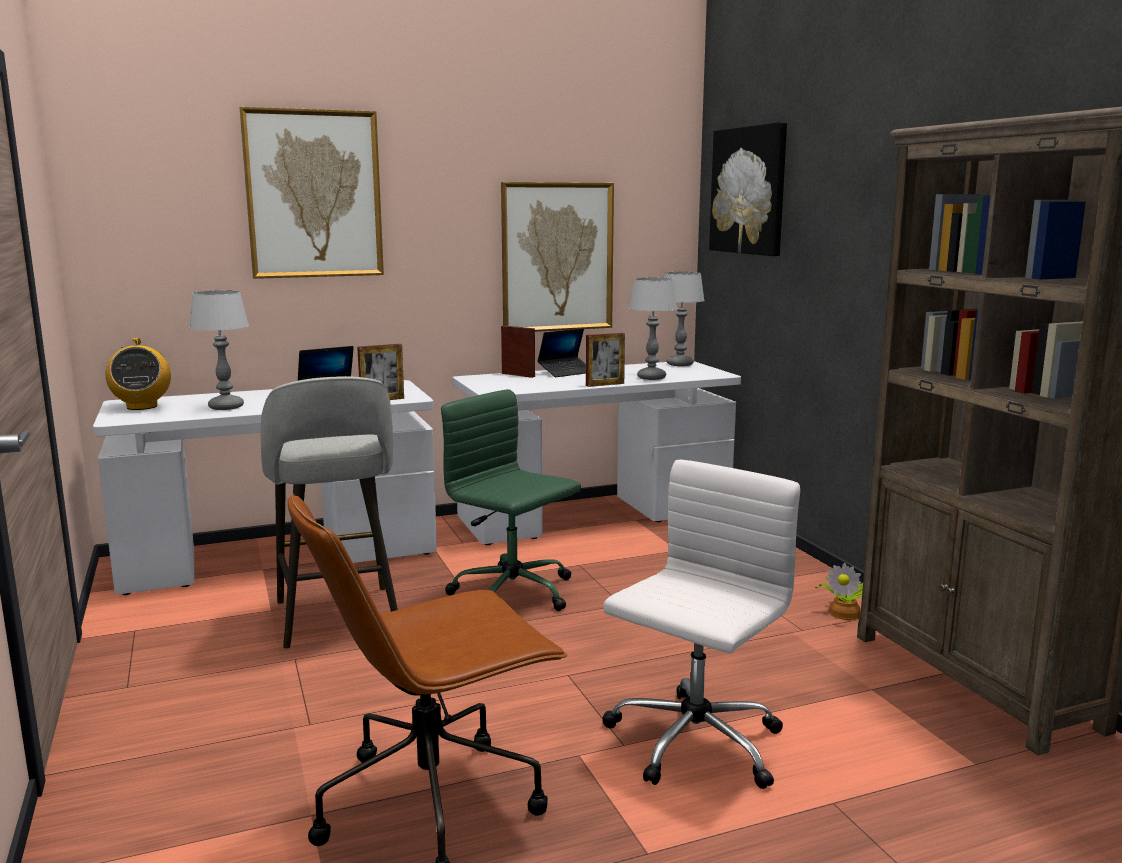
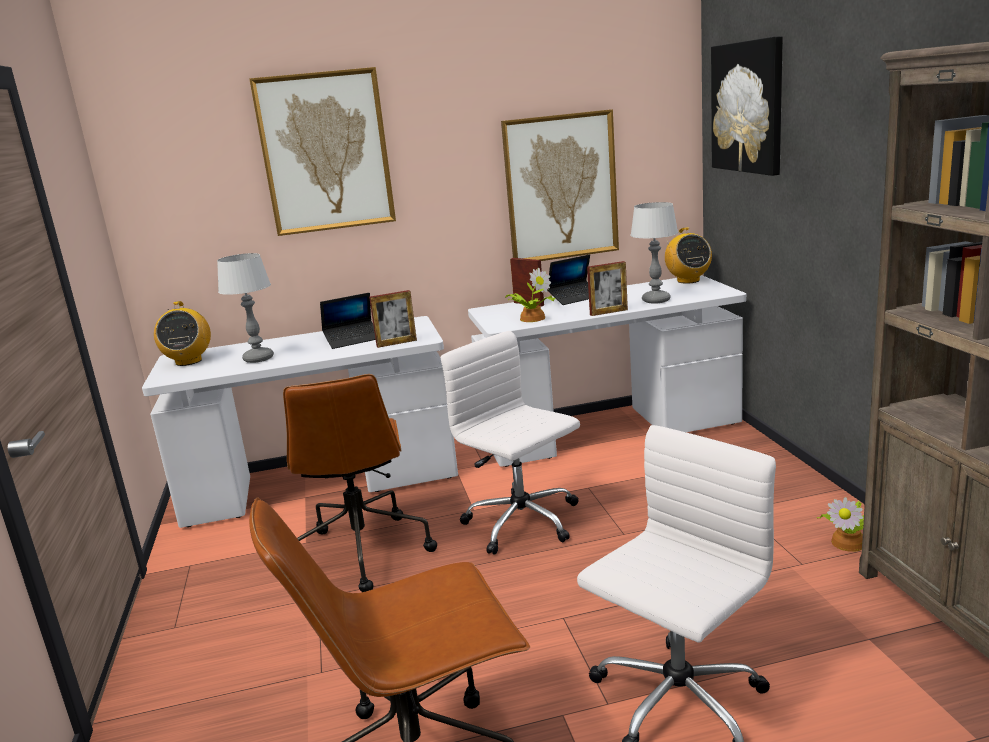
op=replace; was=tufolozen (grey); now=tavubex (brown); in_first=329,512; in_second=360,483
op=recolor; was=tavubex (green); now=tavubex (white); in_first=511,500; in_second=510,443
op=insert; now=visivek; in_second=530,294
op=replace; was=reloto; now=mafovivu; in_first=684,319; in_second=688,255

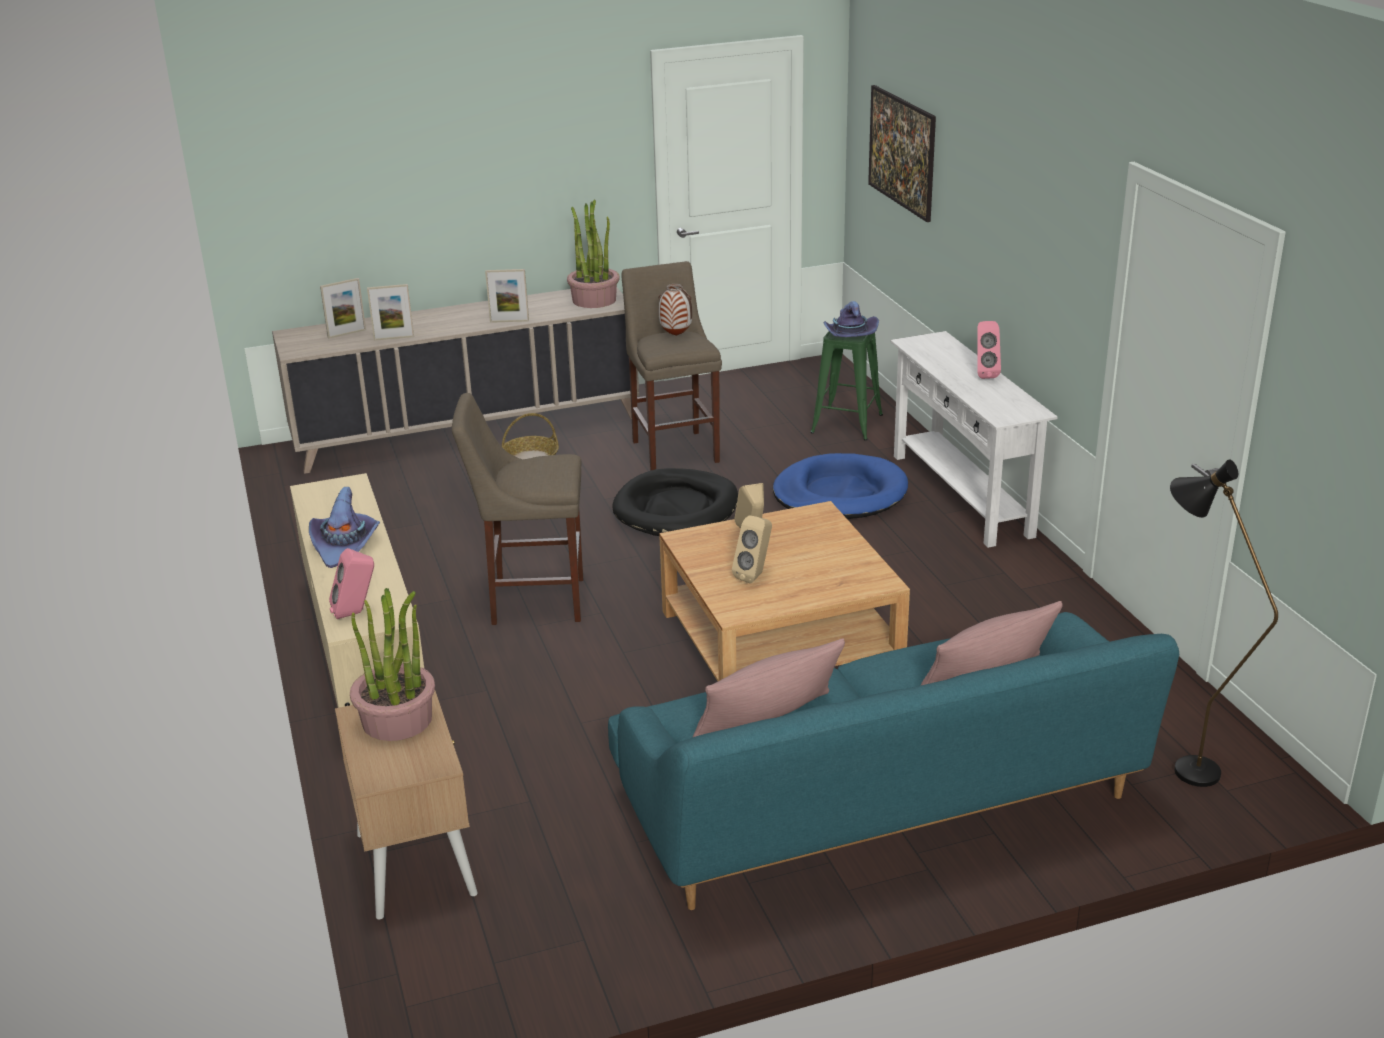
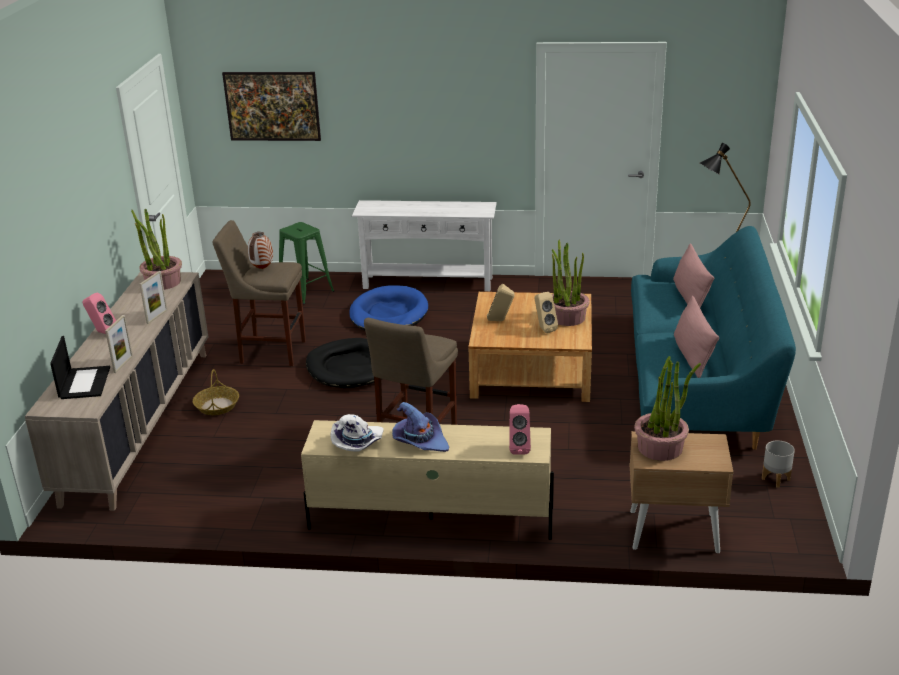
op=replace; was=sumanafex; now=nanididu; in_first=343,308; in_second=80,367
op=move; was=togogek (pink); in_first=989,350; in_second=99,313
op=insert; now=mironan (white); in_second=357,433
op=insert; now=visivek; in_second=570,283
op=insert; now=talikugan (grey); in_second=778,464
op=delete; was=mironan (purple); in_first=851,319

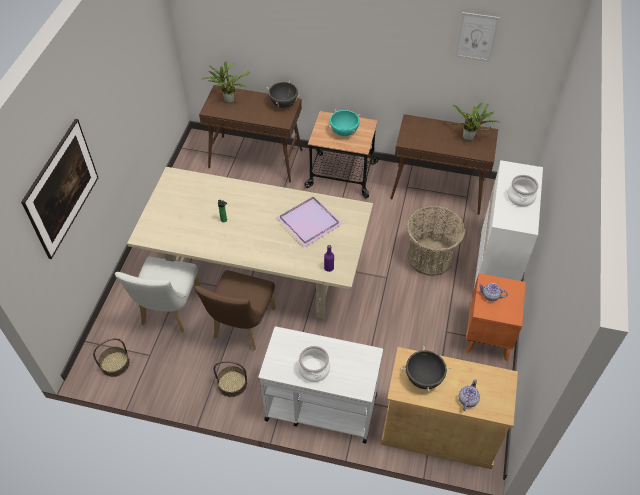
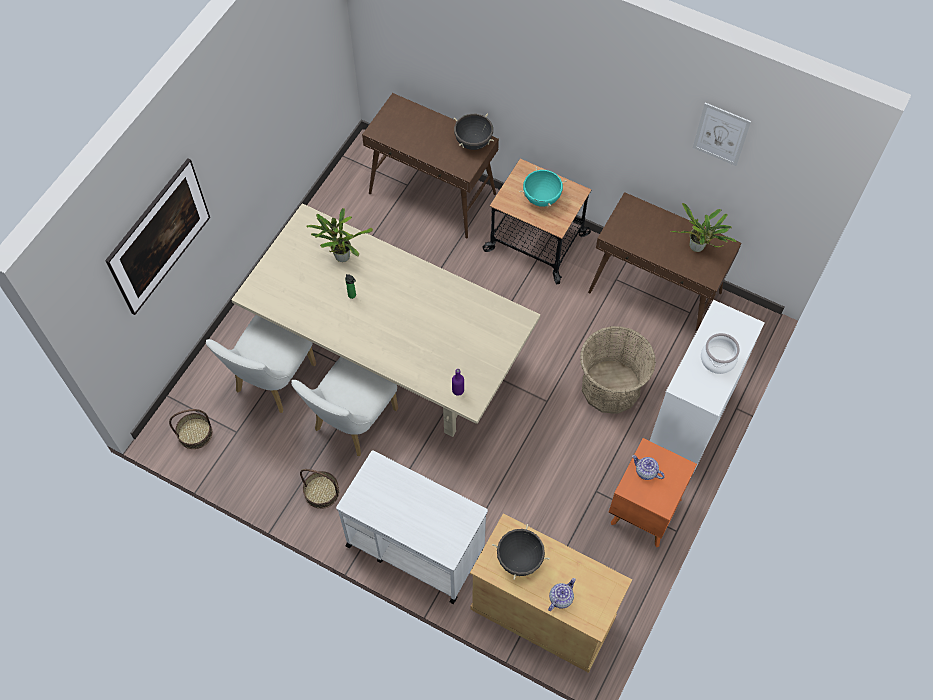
op=recolor; was=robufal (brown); now=robufal (white); in_first=235,310; in_second=344,406
op=move; was=visivek; in_first=225,82; in_second=339,235
op=delete; was=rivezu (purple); in_first=309,221
op=delete; was=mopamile; in_first=314,364

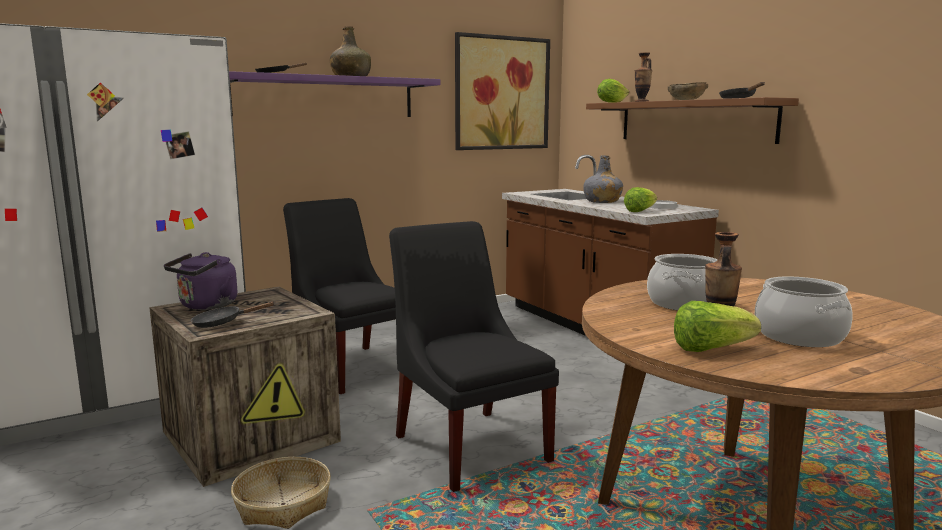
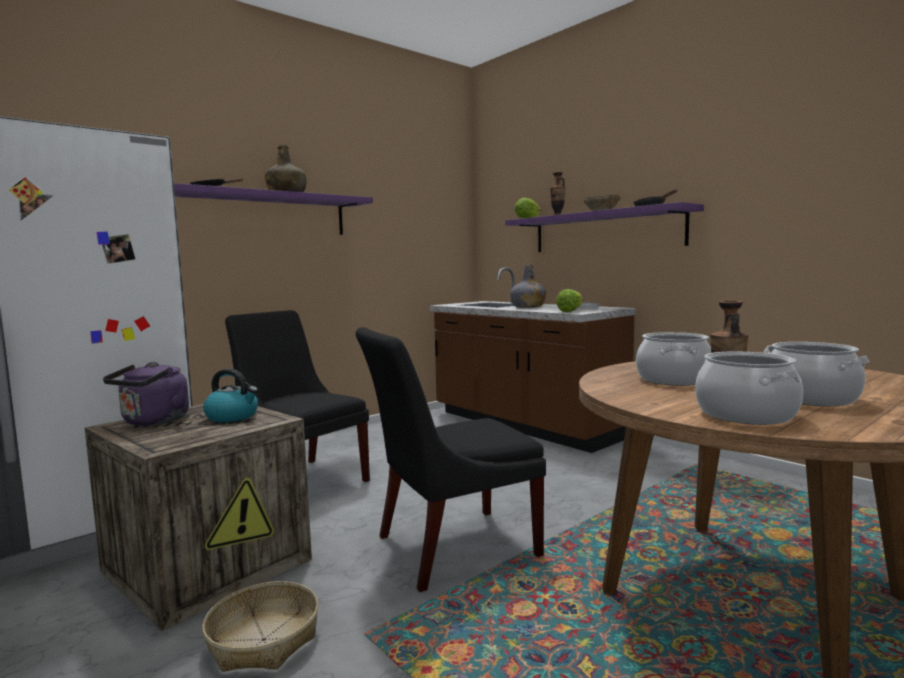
op=insert; now=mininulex; in_second=230,395
op=rotate; was=robufal (black); in_first=474,356; in_second=451,459; clockwise=-75
op=recolor; was=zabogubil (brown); now=zabogubil (purple); in_first=692,120; in_second=604,227
op=replace; was=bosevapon; now=mopamile; in_first=717,326; in_second=749,388
op=delete; was=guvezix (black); in_first=232,315
op=delete; was=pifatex; in_first=502,91

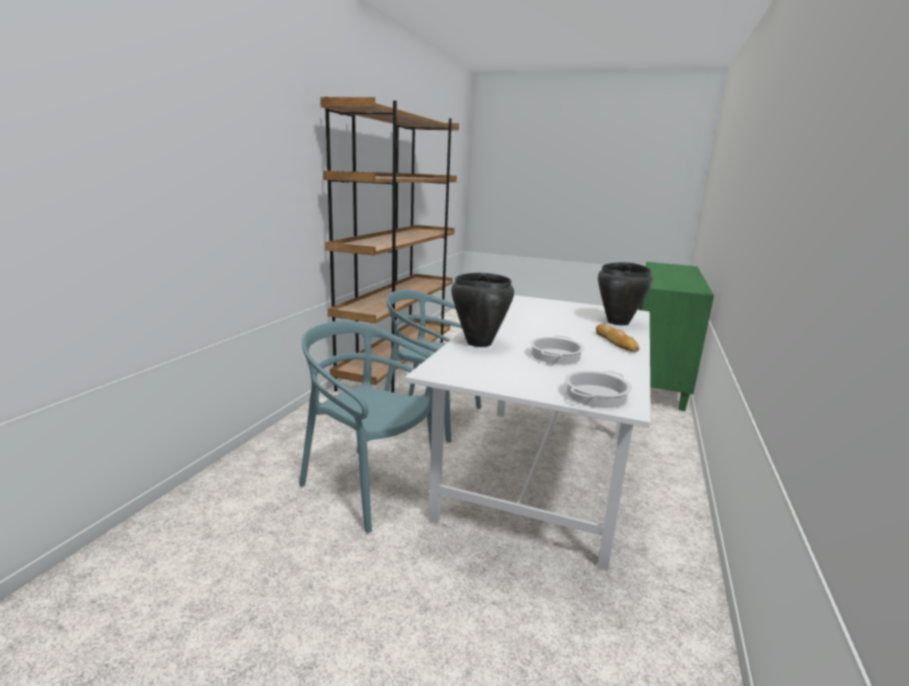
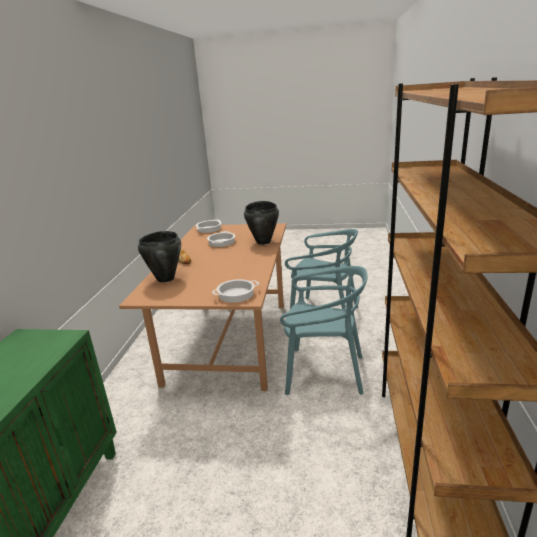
op=recolor; was=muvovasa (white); now=muvovasa (brown); in_first=527,433; in_second=202,307
op=insert; now=mopamile; in_second=235,291

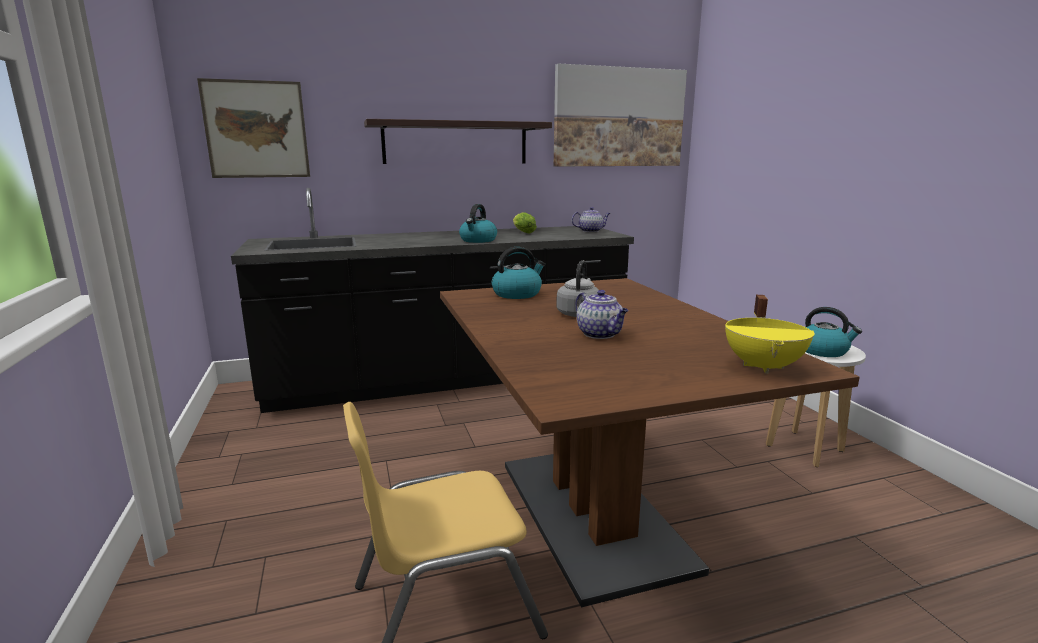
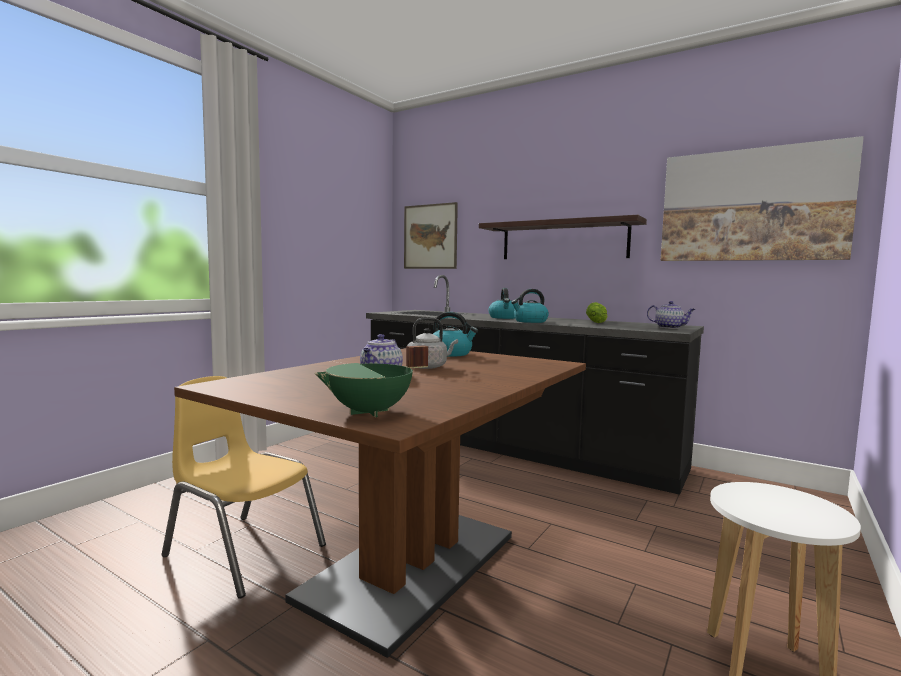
op=recolor; was=mopamile (yellow); now=mopamile (green); in_first=770,334; in_second=371,381
op=move; was=mininulex; in_first=833,332; in_second=501,303

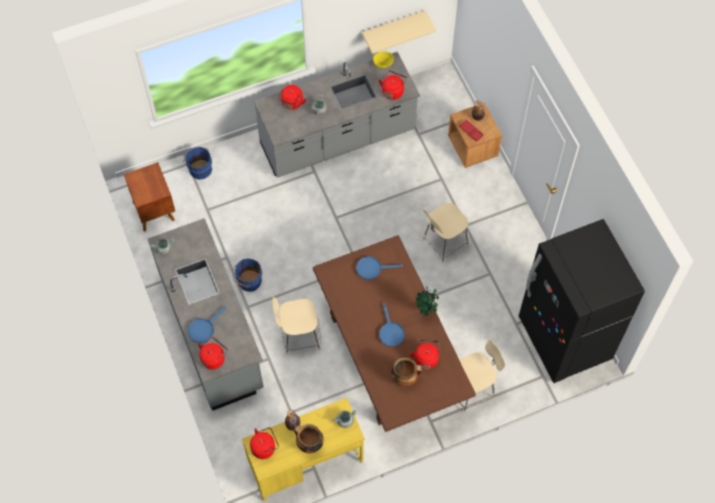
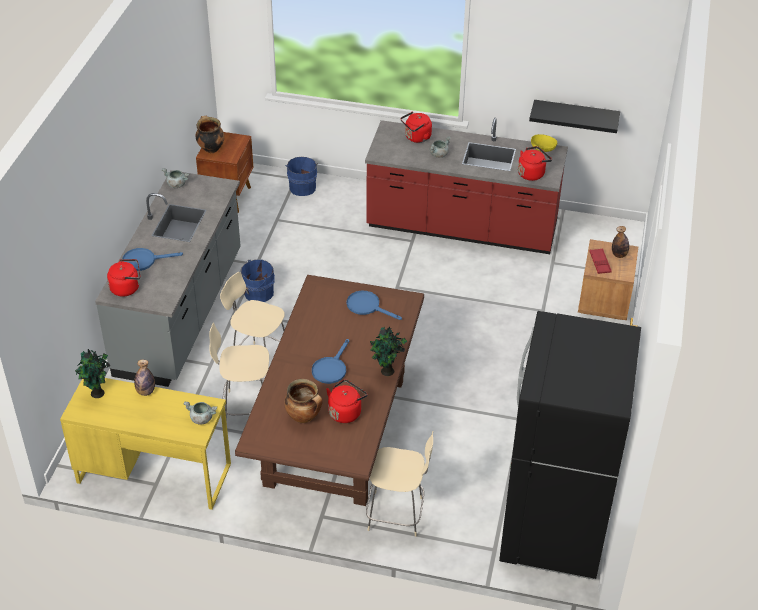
op=replace; was=mininulex (red); now=visivek; in_first=264,443; in_second=92,373
op=move; was=mopamile; in_first=309,438; in_second=210,134
op=move; was=robufal (beige); in_first=446,233; in_second=239,369
op=recolor; was=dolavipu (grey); now=dolavipu (red); in_first=337,115; in_second=466,186
op=recolor; was=zabogubil (beige); now=zabogubil (black); in_first=399,32; in_second=574,116

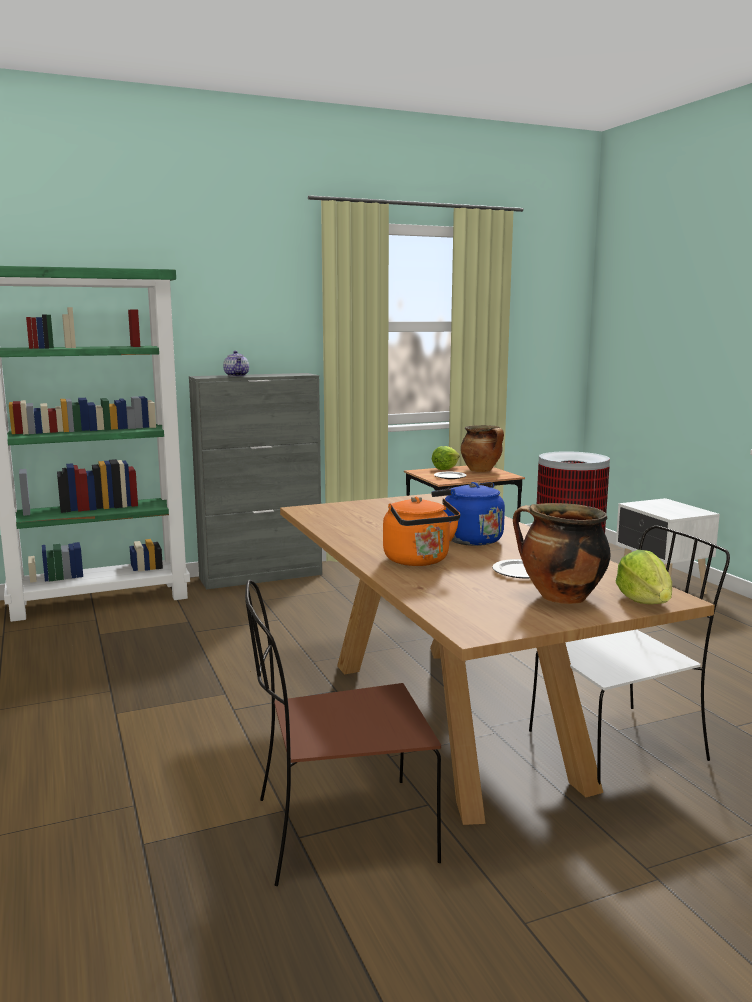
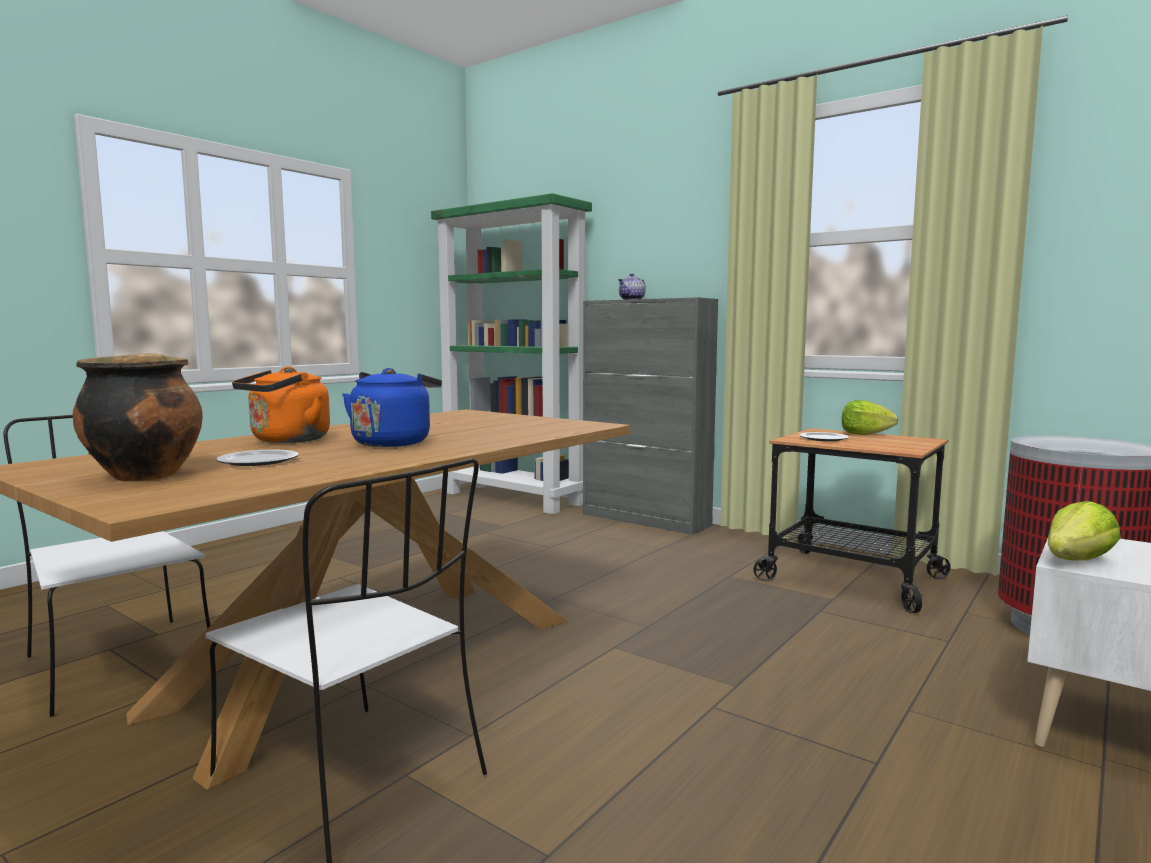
op=recolor; was=robufal (brown); now=robufal (white); in_first=343,733; in_second=107,566
op=move; was=bosevapon; in_first=643,577; in_second=1084,530
op=delete; was=mopamile; in_first=482,448

